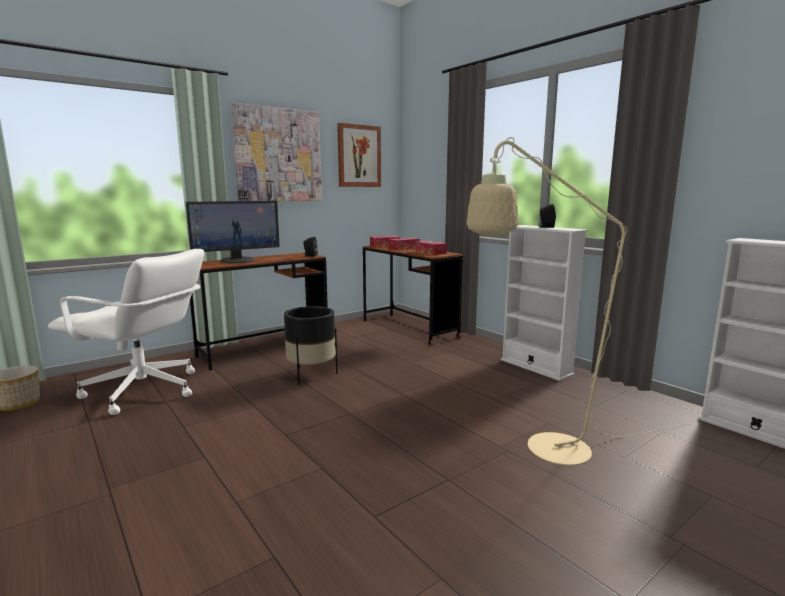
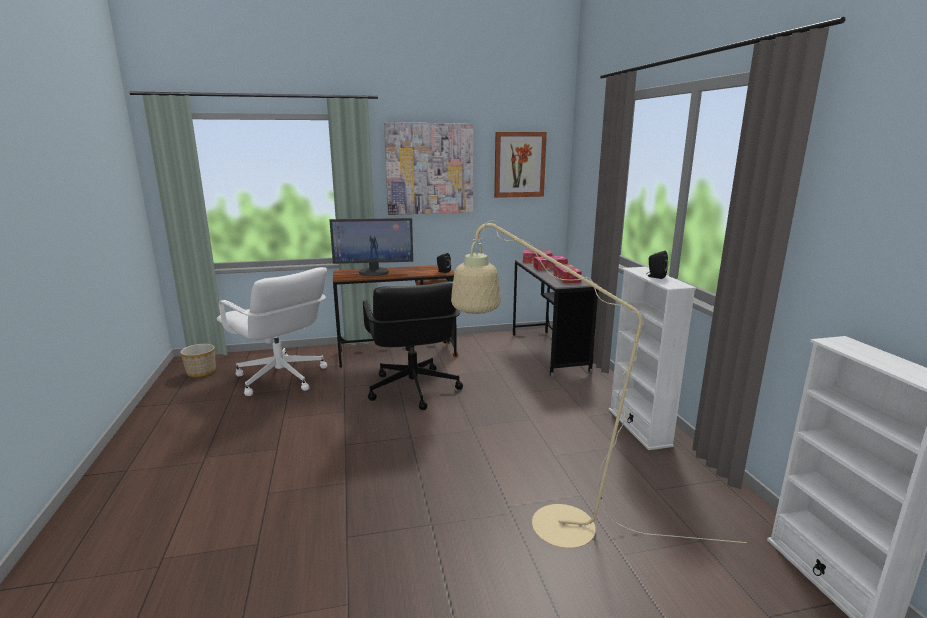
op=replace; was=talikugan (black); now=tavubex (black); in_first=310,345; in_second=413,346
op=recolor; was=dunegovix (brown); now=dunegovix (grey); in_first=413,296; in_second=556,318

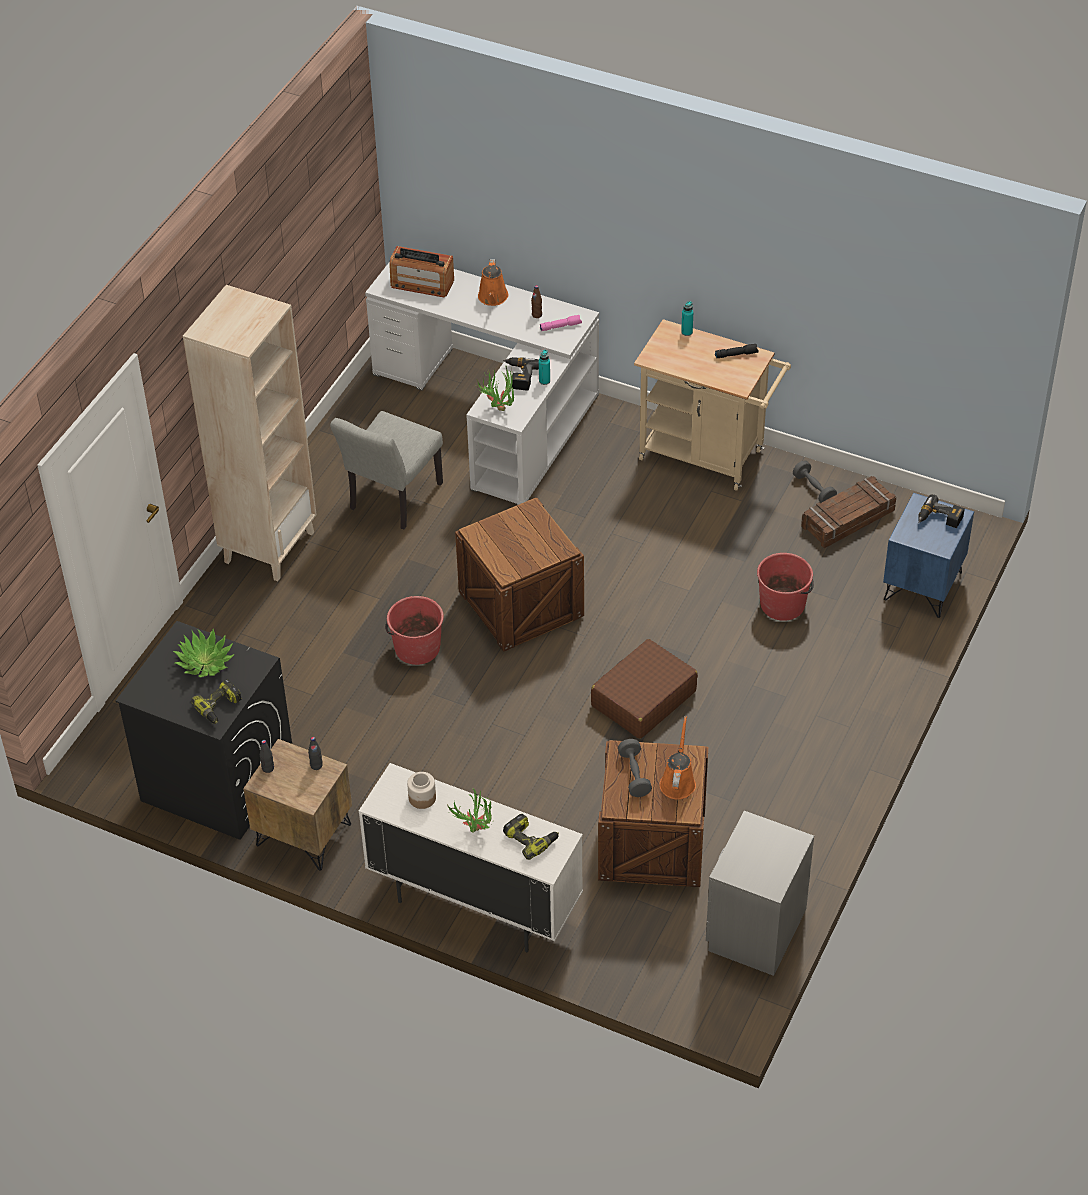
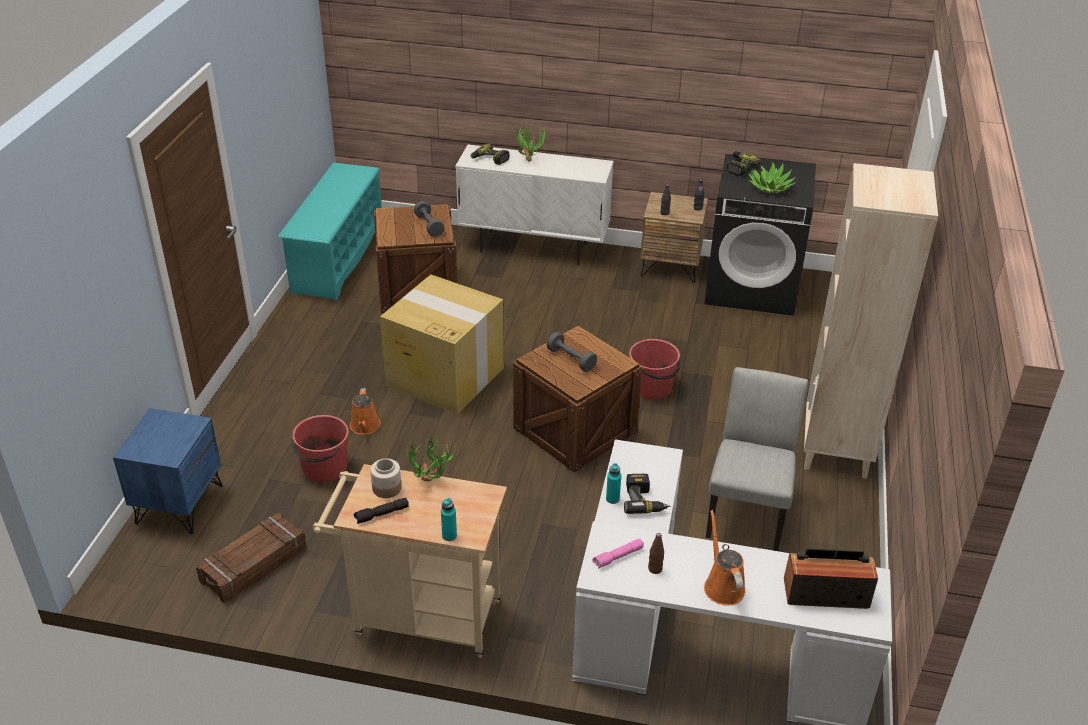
op=replace; was=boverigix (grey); now=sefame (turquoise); in_first=760,893; in_second=330,231
op=move; was=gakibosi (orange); in_first=678,758; in_second=365,411
op=move; was=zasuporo; in_first=421,790; in_second=386,478
op=replace; was=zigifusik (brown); now=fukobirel; in_first=644,689; in_second=442,344
op=move; was=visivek; in_first=494,388; in_second=431,458
op=move; was=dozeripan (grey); in_first=815,482; in_second=572,352
op=delete; was=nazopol; in_first=941,511

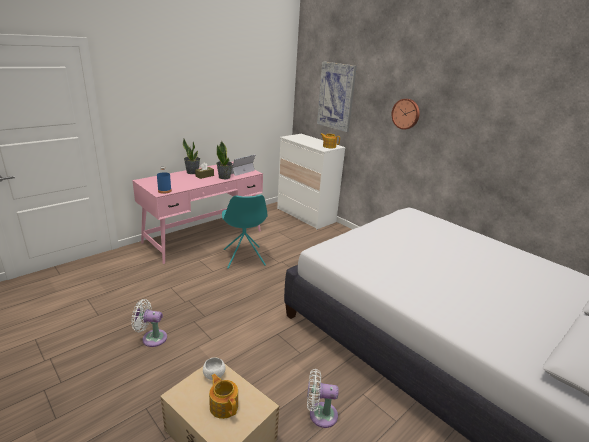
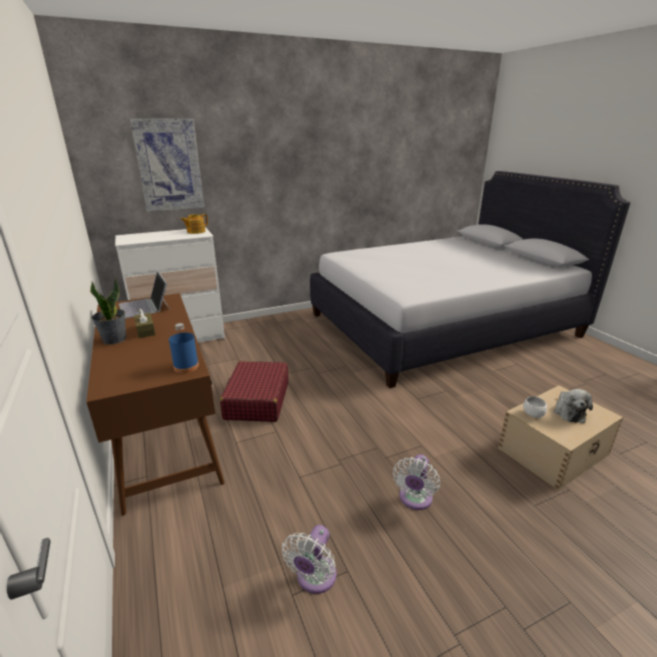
op=recolor; was=dunegovix (pink); now=dunegovix (brown); in_first=197,212; in_second=155,404
op=replace; was=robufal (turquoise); now=zigifusik (red); in_first=245,232; in_second=254,391
op=move; was=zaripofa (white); in_first=323,398; in_second=309,559
op=replace; was=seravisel; now=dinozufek; in_first=223,396; in_second=573,406
op=delete; was=visivek; in_first=224,160
op=delete; was=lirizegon; in_first=406,114

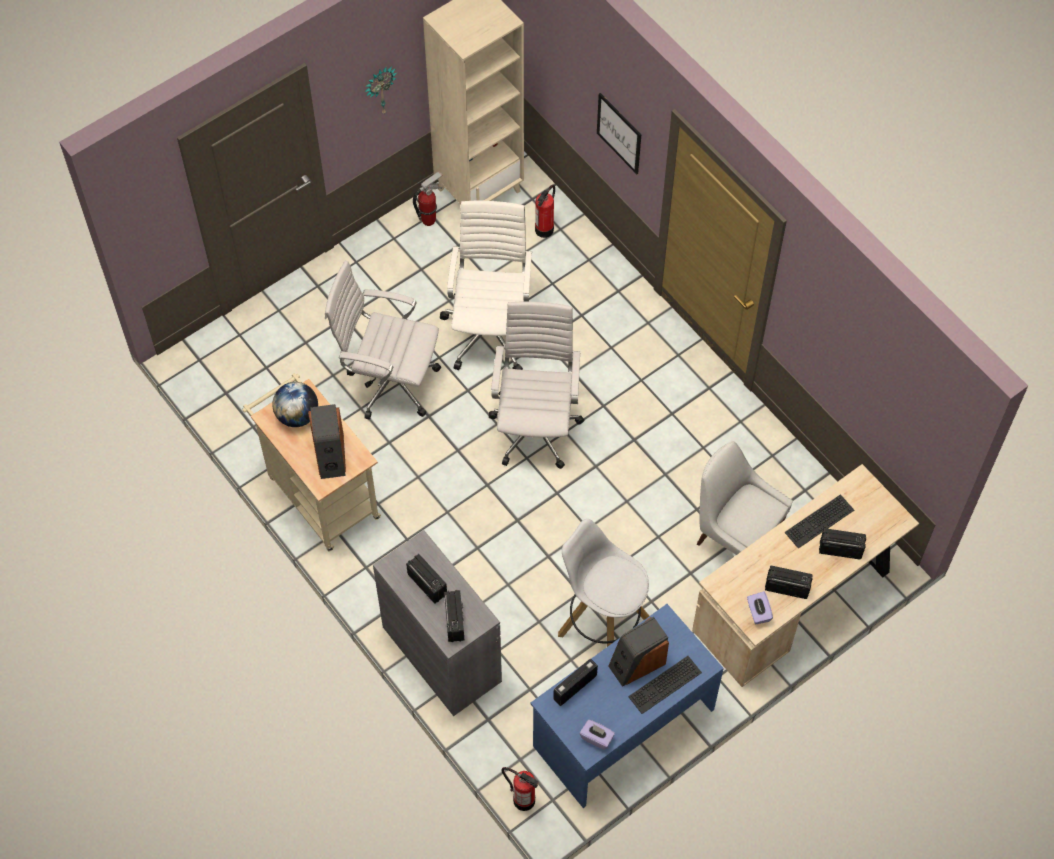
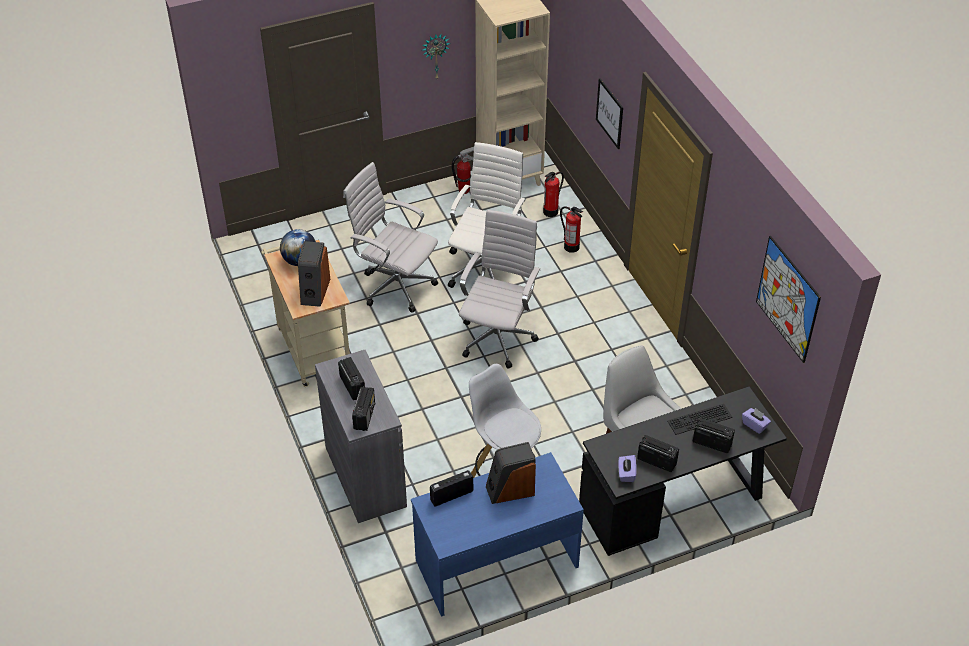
op=move; was=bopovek; in_first=520,789; in_second=571,229
op=recolor; was=dunegovix (beige); now=dunegovix (black); in_first=805,575; in_second=683,471
op=move; was=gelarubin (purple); in_first=597,735; in_second=756,421
op=insert; now=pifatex; in_second=788,299
op=delete; was=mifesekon; in_first=665,685

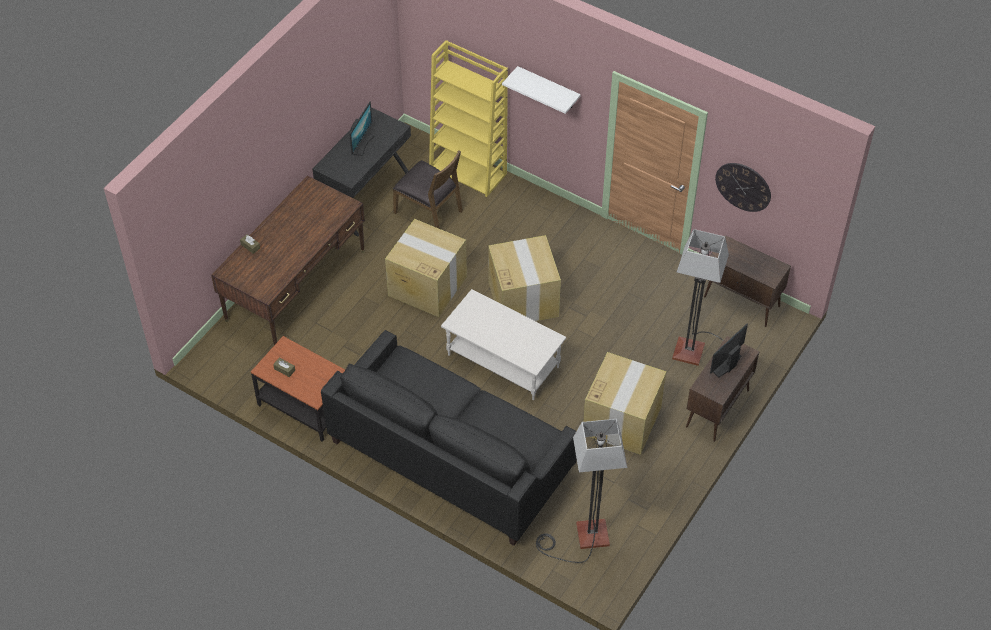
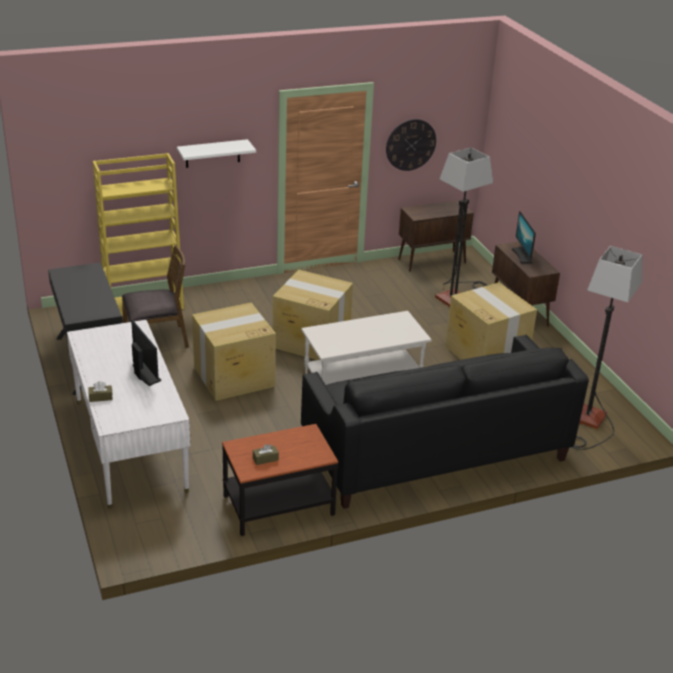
op=recolor; was=dunegovix (brown); now=dunegovix (white); in_first=288,260; in_second=129,414
op=move; was=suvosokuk; in_first=361,128; in_second=146,352

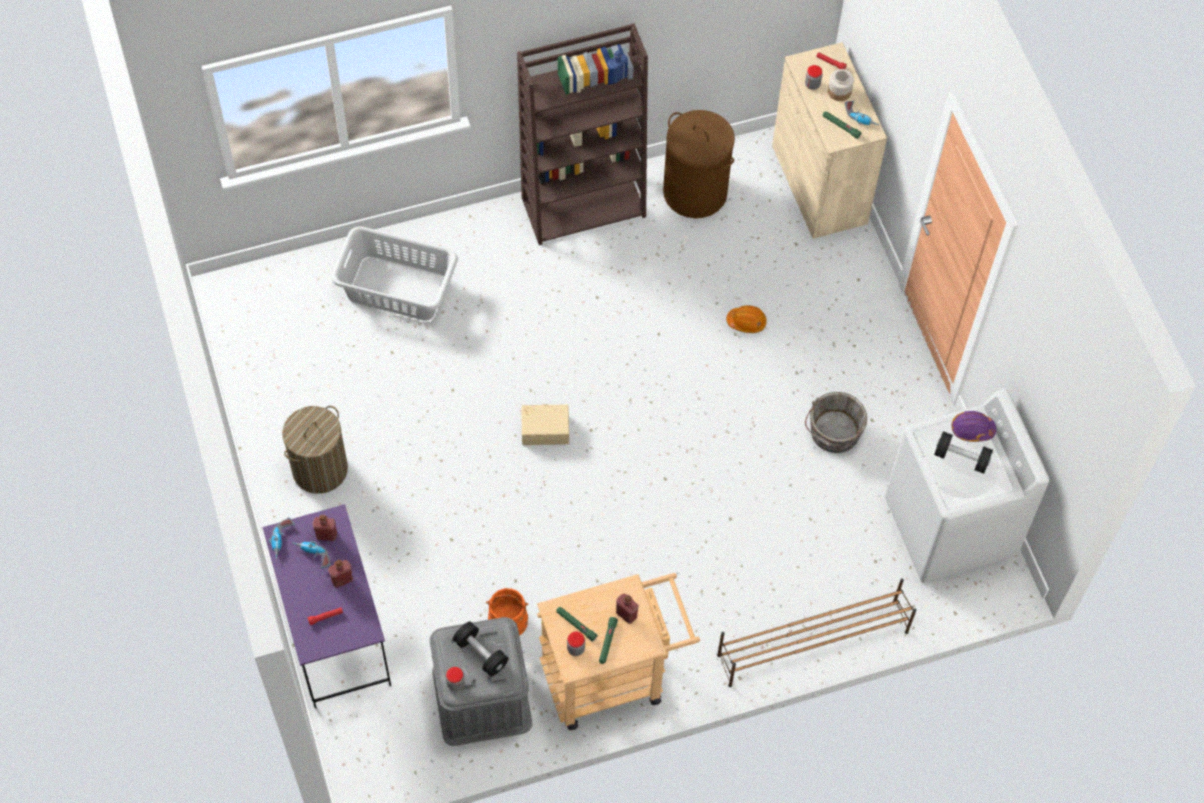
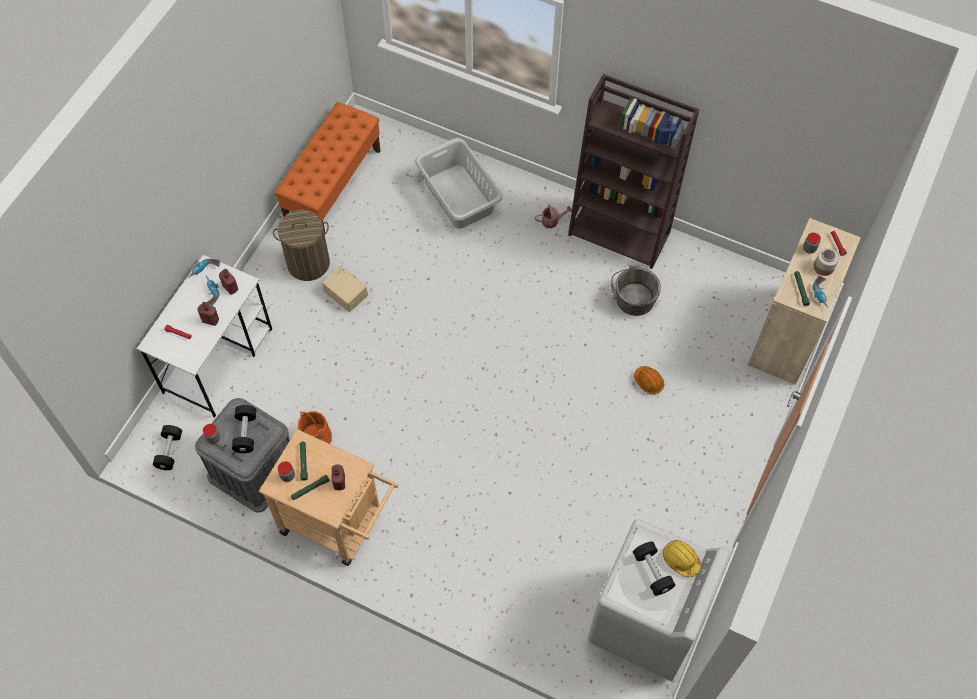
op=recolor; was=dunegovix (purple); now=dunegovix (white); in_first=326,606; in_second=204,336
op=insert; now=dozeripan (black); in_second=167,447
op=insert; now=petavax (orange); in_second=327,167
op=move; was=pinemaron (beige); in_first=545,424; in_second=345,289
op=insert; now=gakibosi; in_second=553,216
op=move; was=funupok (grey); in_first=836,422; in_second=635,290
op=recolor; was=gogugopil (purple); now=gogugopil (yellow); in_first=974,426; in_second=682,558
op=delete; was=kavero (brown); in_first=699,164
op=delete; was=sefame (brown); in_first=816,633

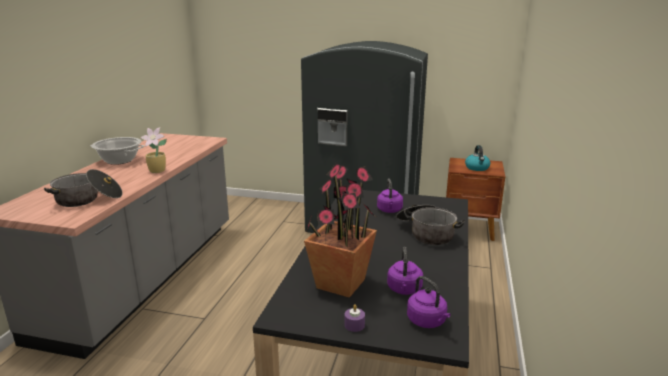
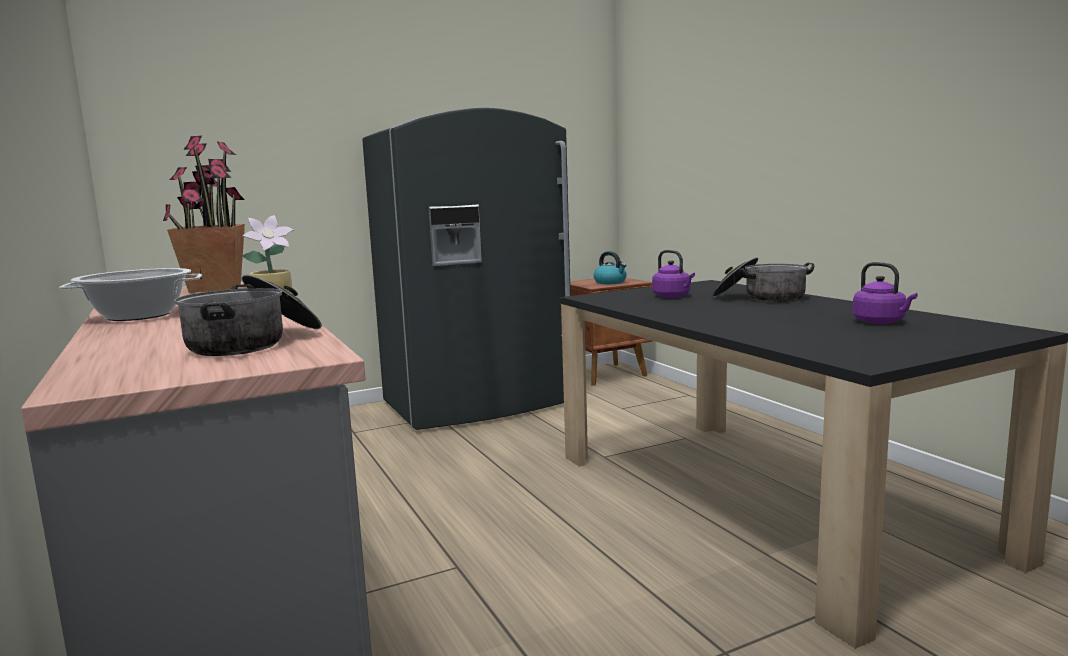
op=move; was=visivek; in_first=340,230; in_second=204,214
op=delete; was=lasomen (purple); in_first=354,318
op=delete; was=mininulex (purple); in_first=429,302

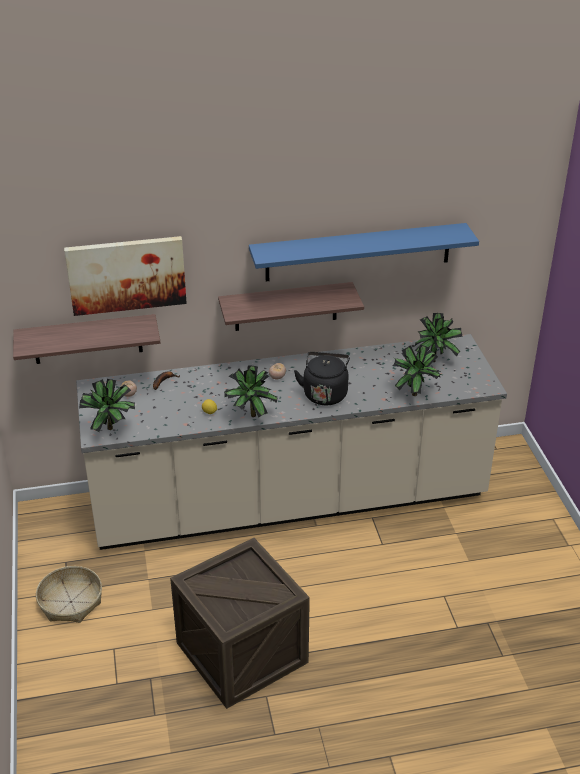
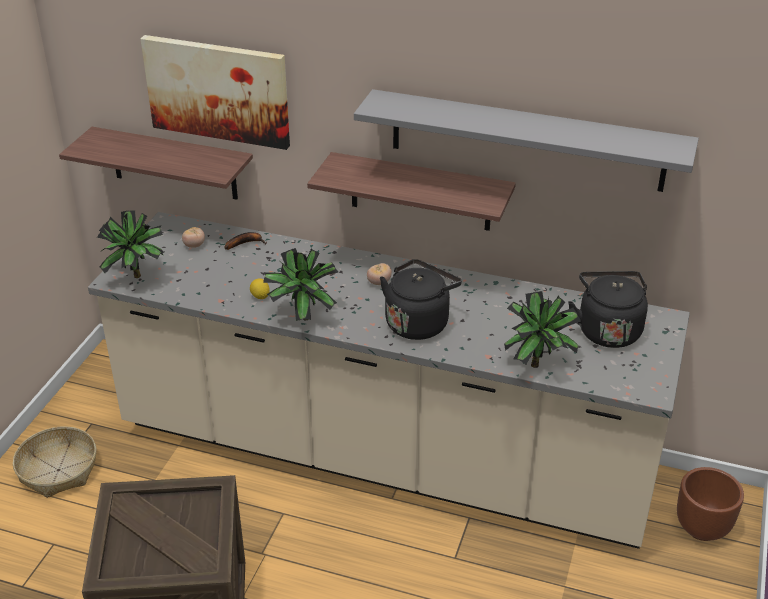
op=recolor; was=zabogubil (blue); now=zabogubil (grey); in_first=364,252; in_second=526,140
op=replace; was=visivek; now=mininulex (black); in_first=439,337; in_second=608,309
op=insert; now=talikugan (brown); in_second=710,504

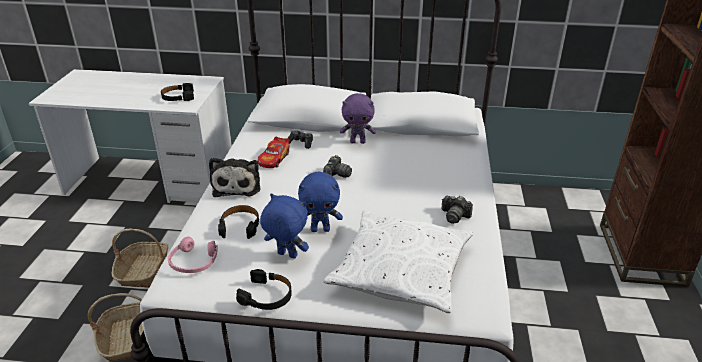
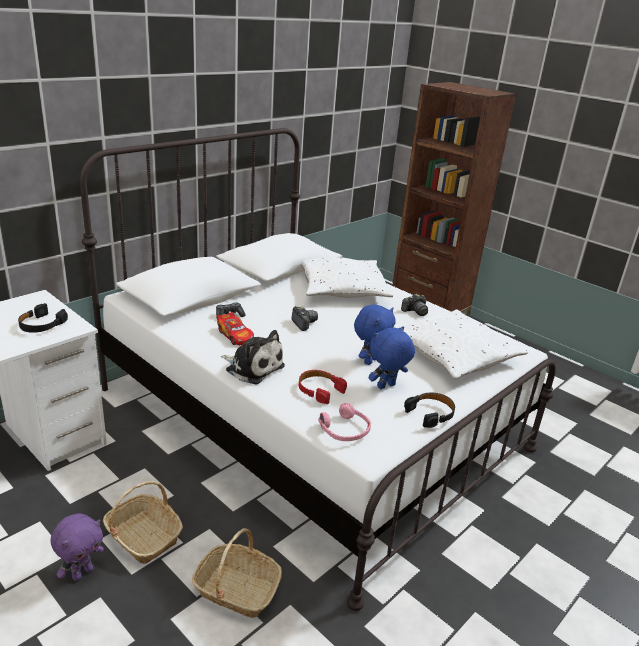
op=move; was=dinozufek (purple); in_first=358,118; in_second=77,547
op=recolor; was=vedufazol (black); now=vedufazol (red); in_first=238,222; in_second=323,387
op=insert; now=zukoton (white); in_second=347,277

